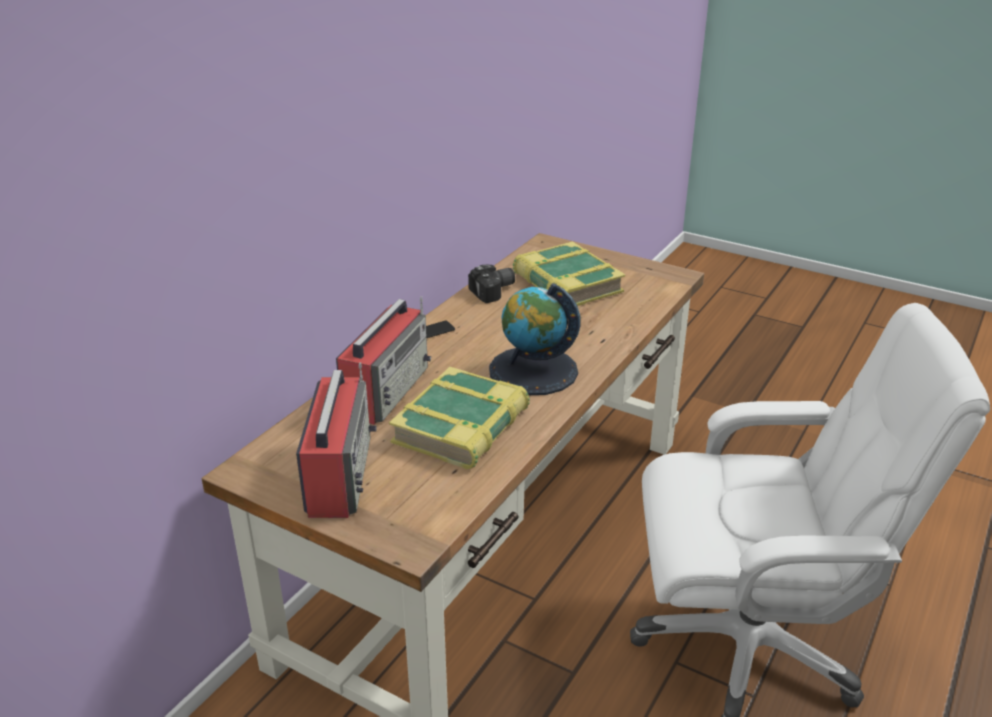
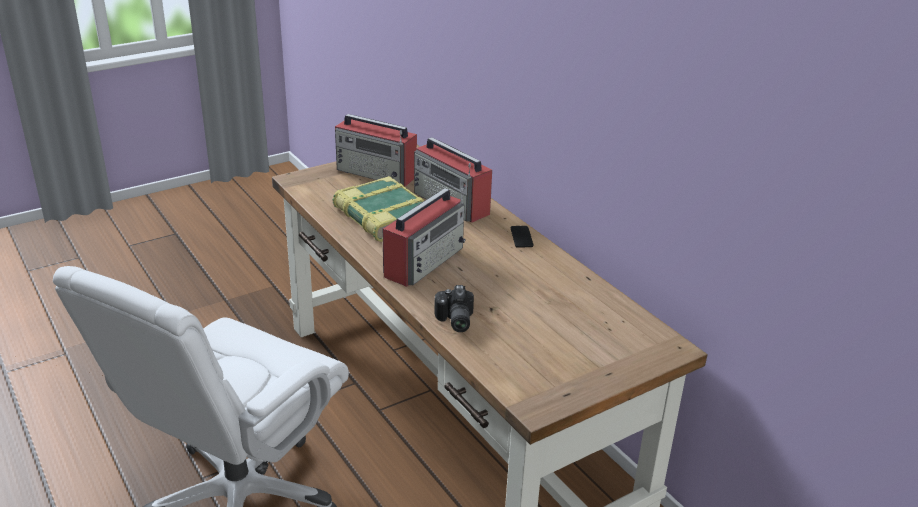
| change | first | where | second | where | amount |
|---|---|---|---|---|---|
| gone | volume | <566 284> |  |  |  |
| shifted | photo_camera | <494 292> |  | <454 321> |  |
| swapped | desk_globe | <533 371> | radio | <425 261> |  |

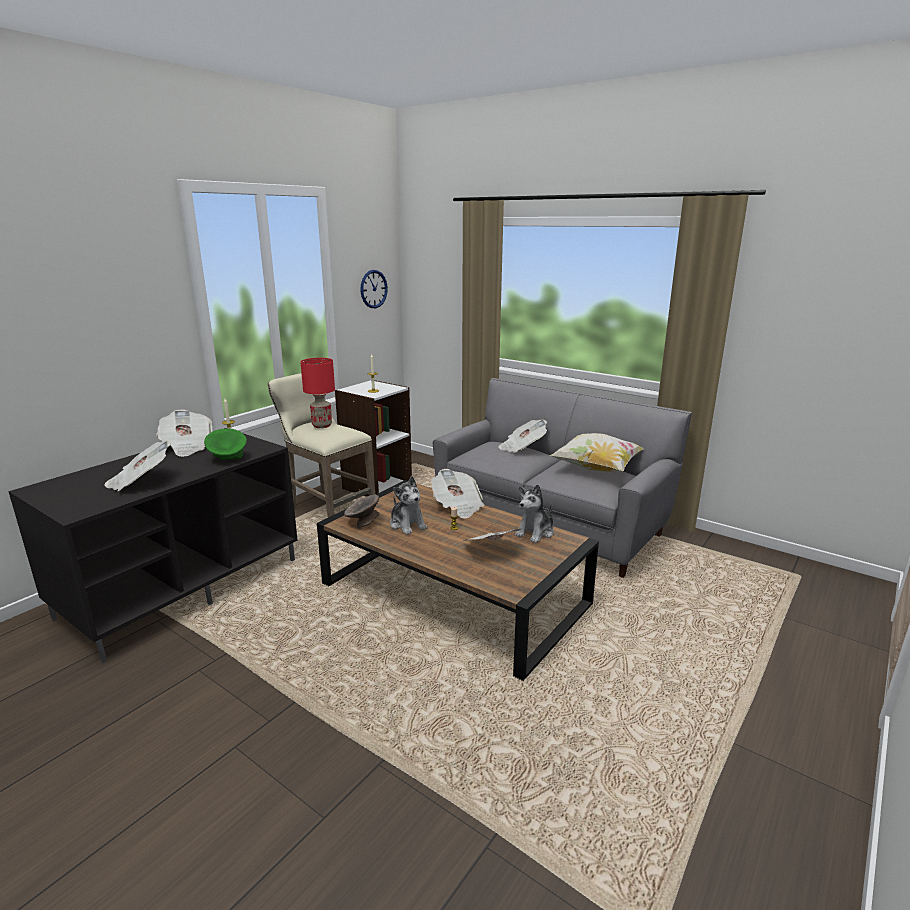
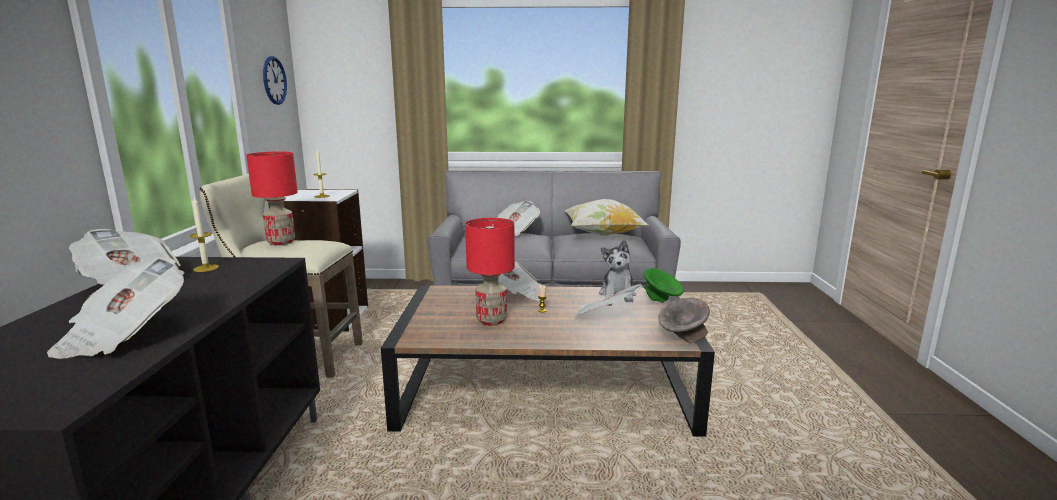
| change | first | where | second | where | amount |
|---|---|---|---|---|---|
| shifted | greenish_serving_bowl | <228 459> |  | <661 301> |  |
| shifted | greyish_serving_bowl | <363 522> |  | <682 337> |  |
| swapped | cuddly_toy | <407 524> | red-coloured_table_lamp | <491 320> |  |

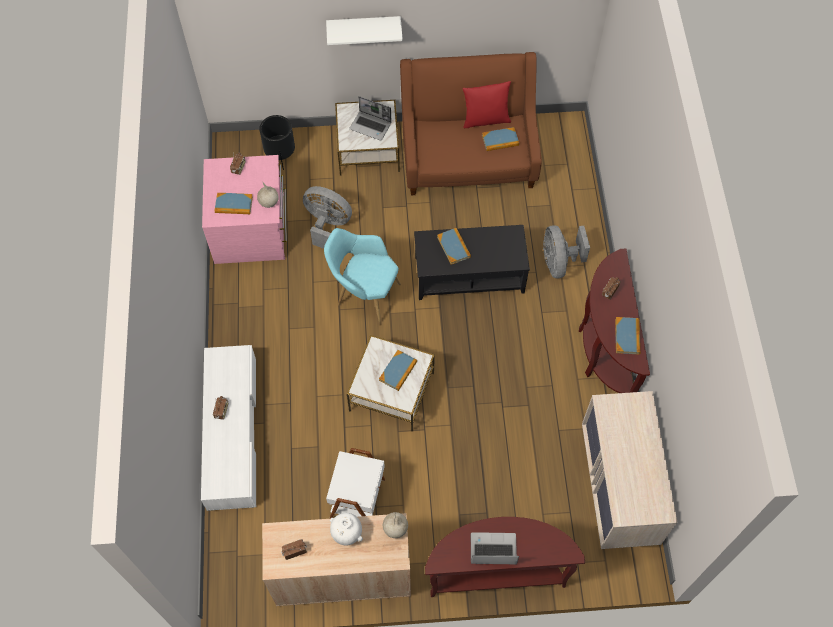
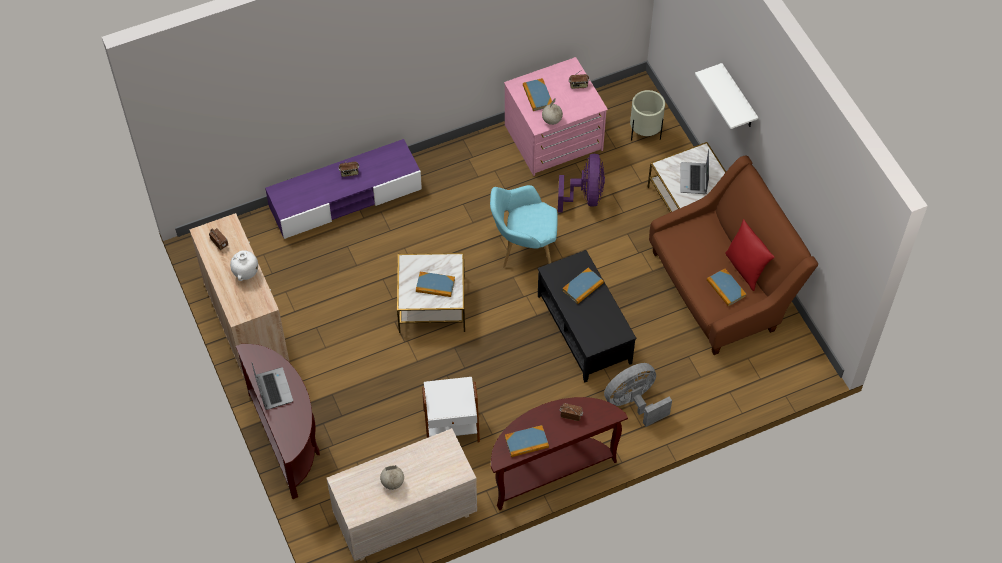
| change | first | where | second | where | amount |
|---|---|---|---|---|---|
| shifted | whitish_side_table | <358 499> |  | <451 427> |  |
| shifted | desk_globe | <395 529> |  | <392 482> |  |
| repainted | whitish_tv_unit | <232 432> | purple-coloured_tv_unit | <345 198> |  |
| repainted | black_planter | <280 156> | beige-coloured_planter | <645 133> |  |
| repainted | greyish_cooling_fan | <328 226> | purple-coloured_cooling_fan | <585 196> |  |
| rotated | turquoise_lounge_chair | <364 294> |  | <524 250> | 90 degrees counterclockwise |

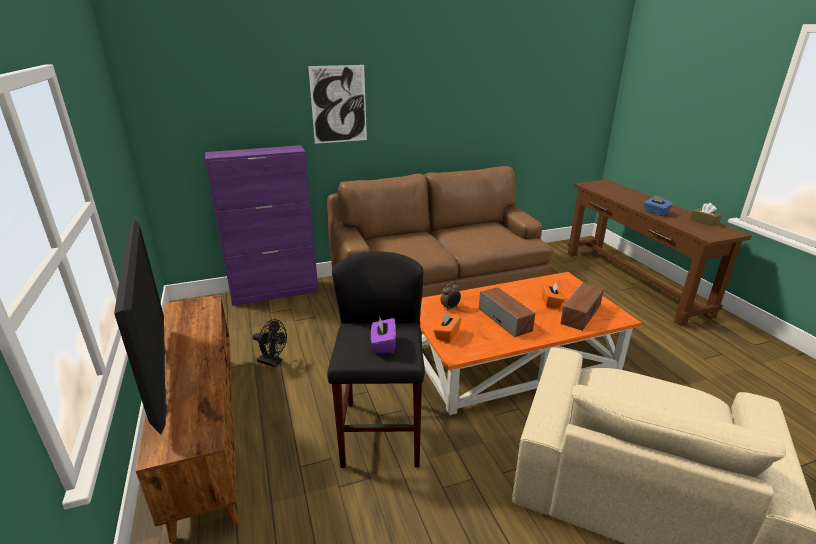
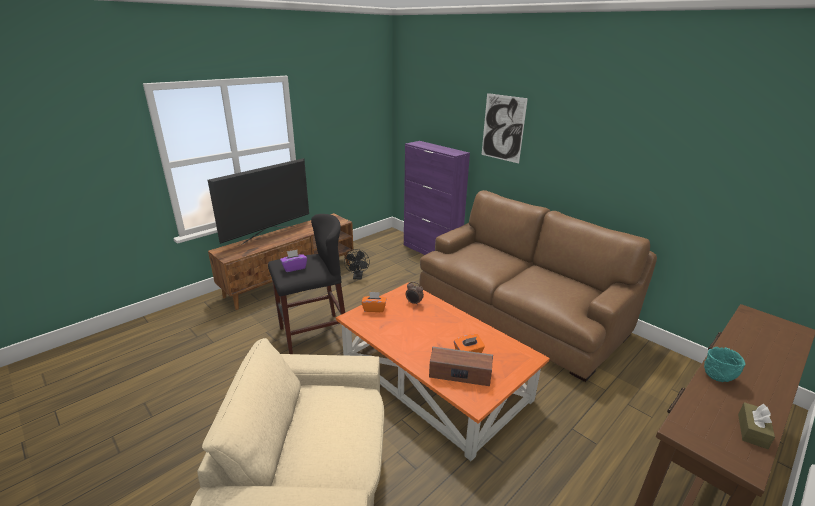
| change | first | where | second | where | amount |
|---|---|---|---|---|---|
| gone | audio_speaker | <505 319> |  |  |  |
| swapped | blue-coloured_tissue_holder | <655 212> | turquoise_serving_bowl | <718 377> |  |

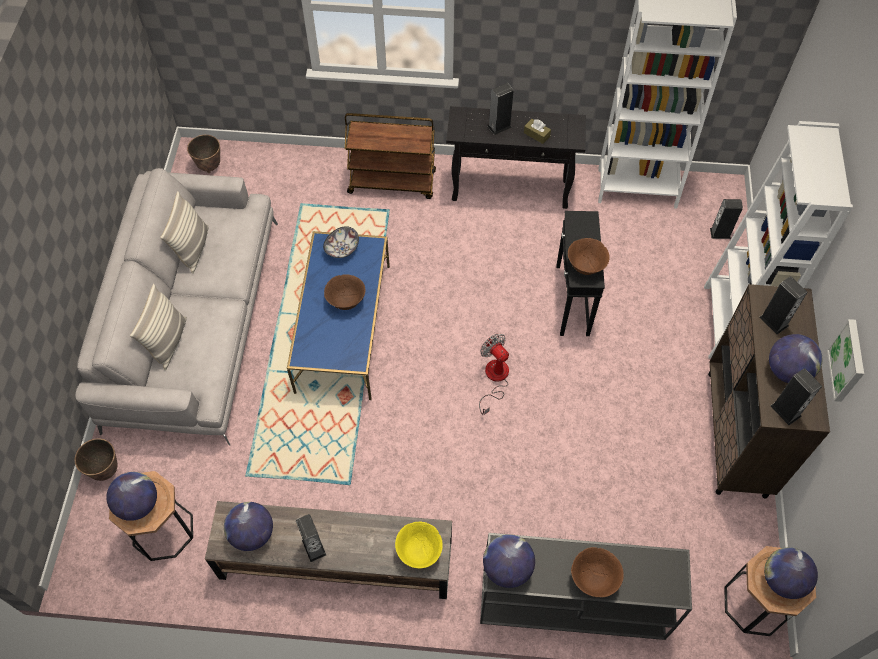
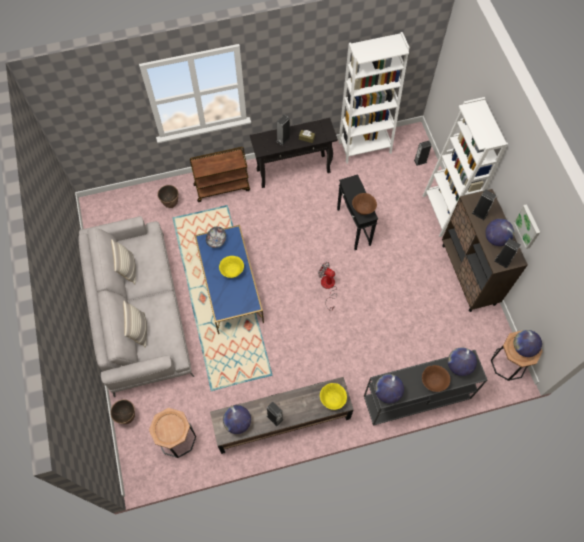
| change | first | where | second | where | amount |
|---|---|---|---|---|---|
| shifted | desk_globe | <138 504> |  | <459 366> |  |
| shifted | planter | <209 166> |  | <170 203> |  |
| repainted | brown-coloured_serving_bowl | <346 301> | yellowish_serving_bowl | <232 271> |  |

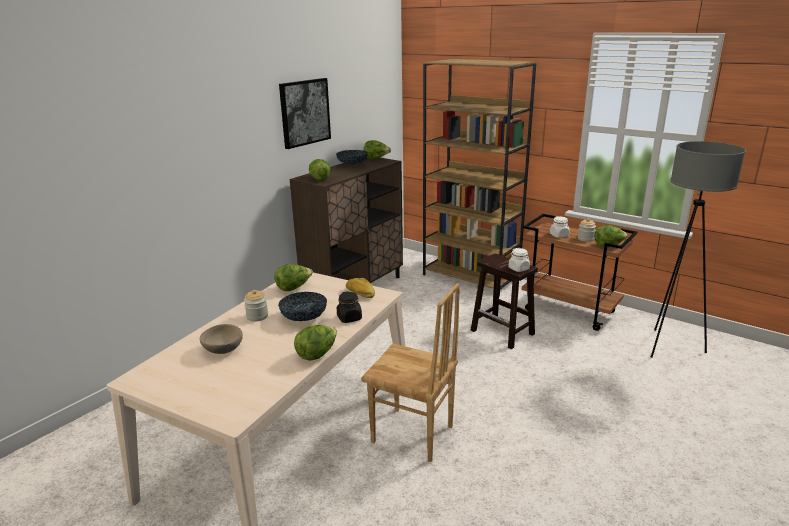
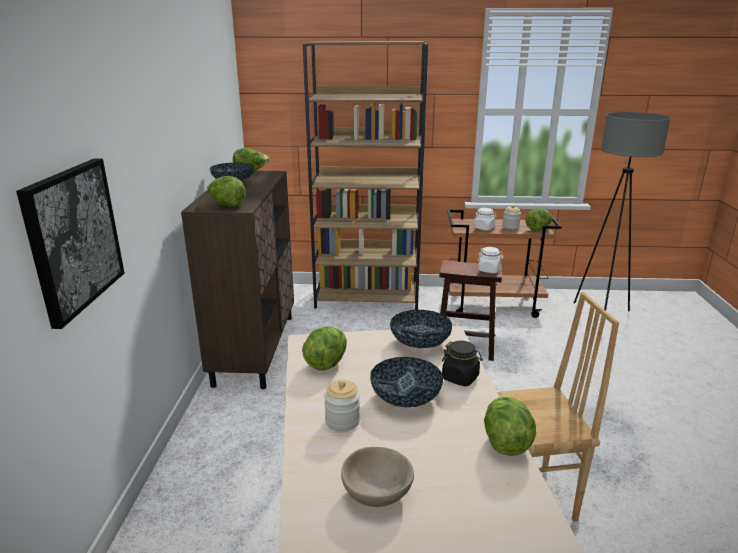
| change | first | where | second | where | amount |
|---|---|---|---|---|---|
| shifted | wall_picture | <304 112> |  | <73 238> |  |
| swapped | bread | <360 294> | serving_bowl | <420 342> |  |

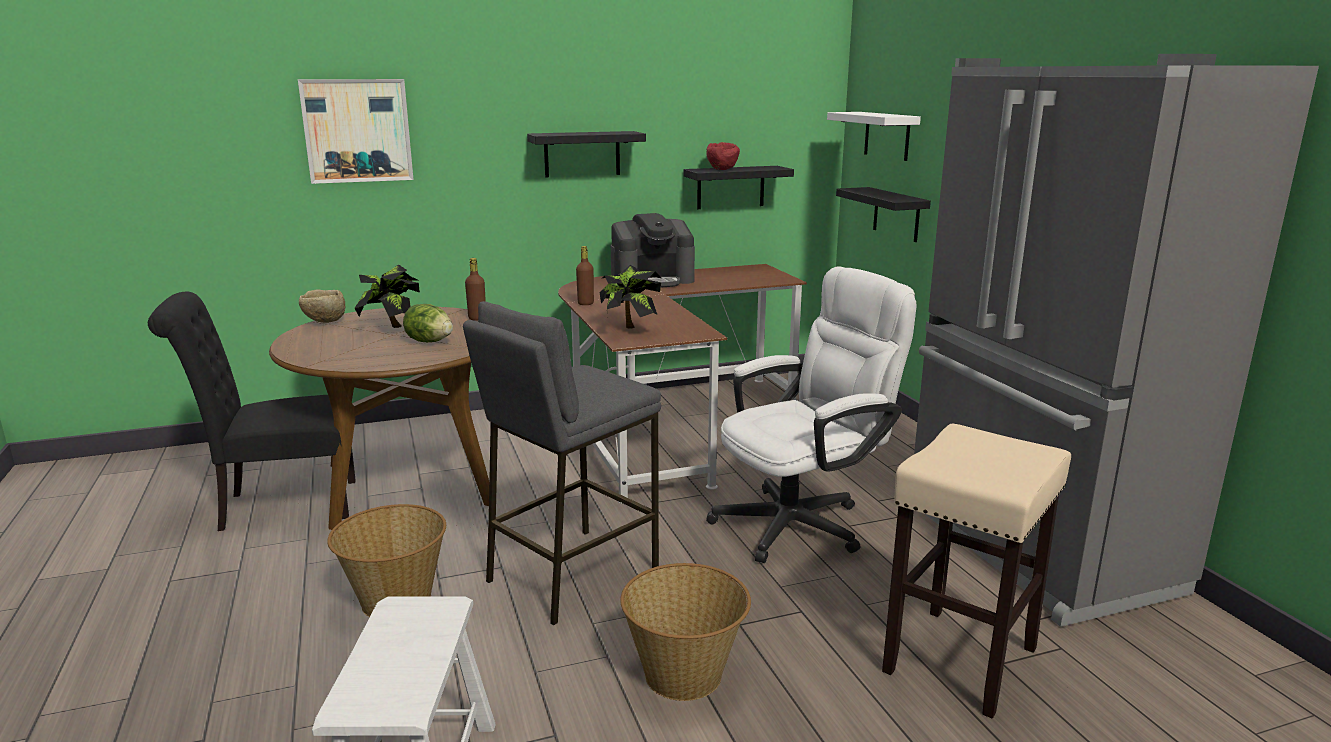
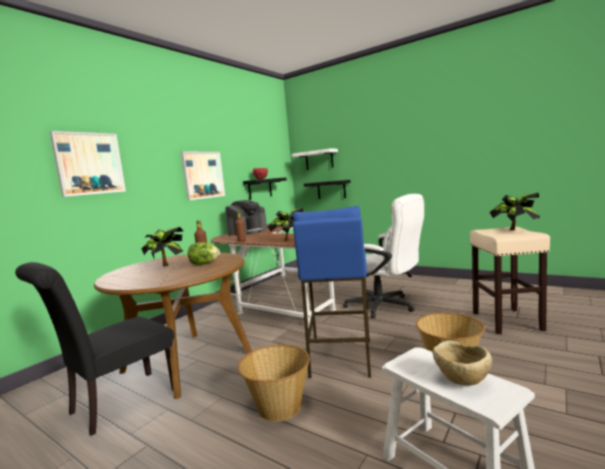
| change | first | where | second | where | amount |
|---|---|---|---|---|---|
| gone | greyish_refrigerator | <1033 549> |  |  |  |
| new |  |  | houseplant | <515 230> |  |
| shifted | beige-coloured_serving_bowl | <325 322> |  | <461 382> |  |
| swapped | black_shelf | <582 154> | wall_picture | <203 175> |  |
| repainted | greyish_sitting_stool | <571 574> | blue-coloured_sitting_stool | <340 358> |  |
| rotated | whitish_office_chair | <802 522> |  | <386 307> | 105 degrees clockwise |

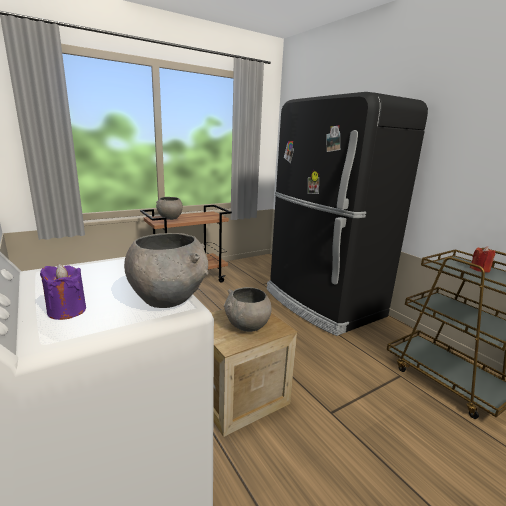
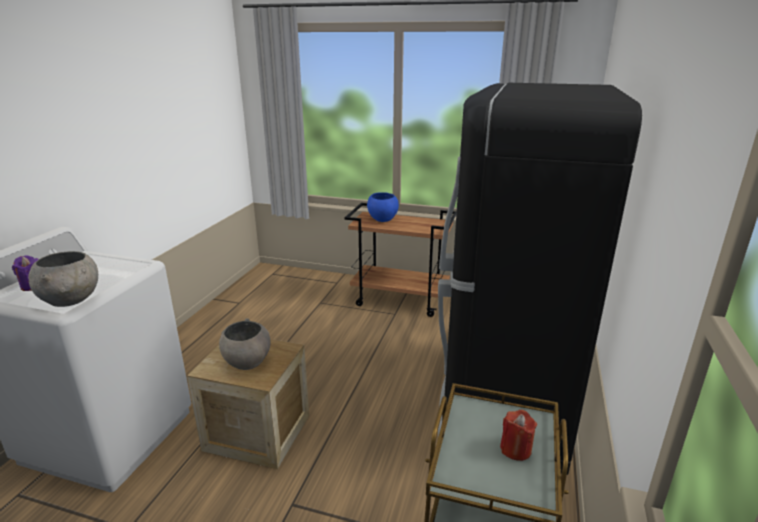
| change | first | where | second | where | amount |
|---|---|---|---|---|---|
| repainted | greyish_serving_bowl | <170 218> | blue-coloured_serving_bowl | <382 219> |  |

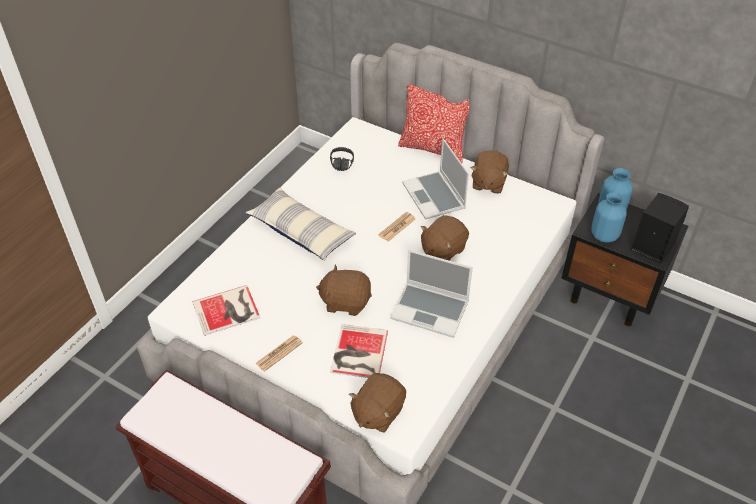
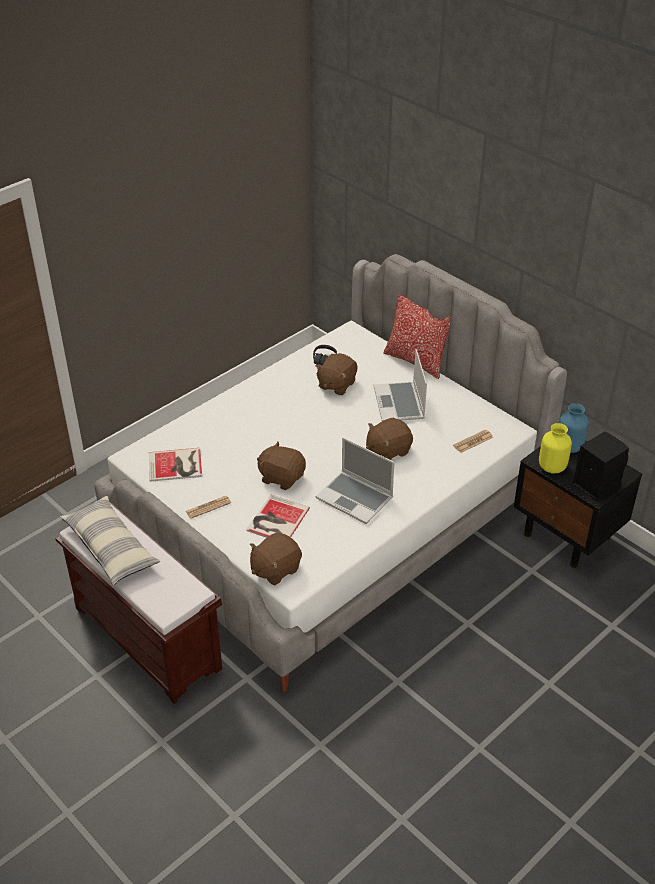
| change | first | where | second | where | amount |
|---|---|---|---|---|---|
| shifted | throw_pillow | <301 231> |  | <111 548> |  |
| shifted | daily_paper | <397 227> |  | <473 441> |  |
| shifted | brown-coloured_cuddly_toy | <488 183> |  | <336 385> |  |
| repainted | blue-coloured_decorative_vase | <604 236> | yellowish_decorative_vase | <552 467> |  |

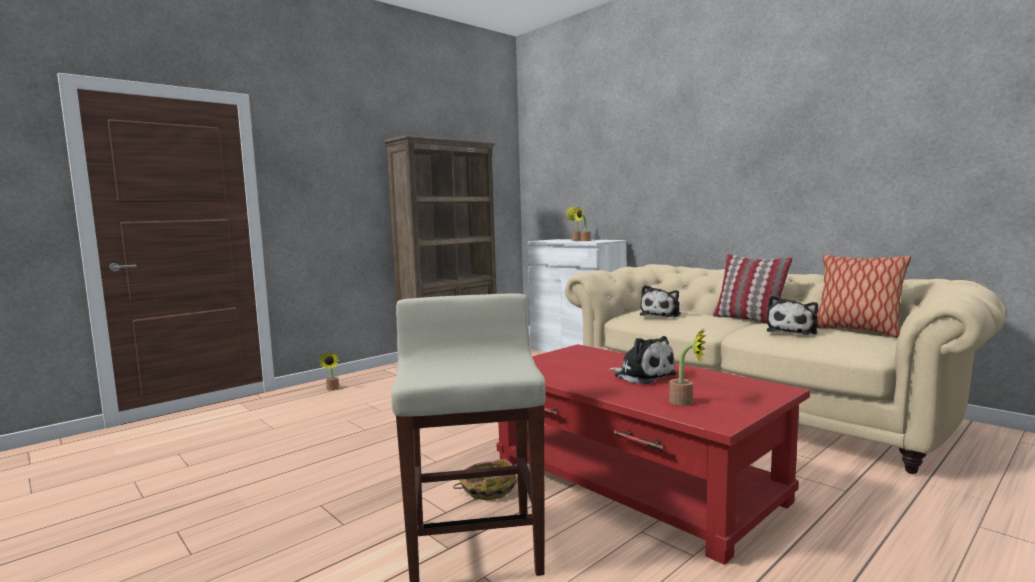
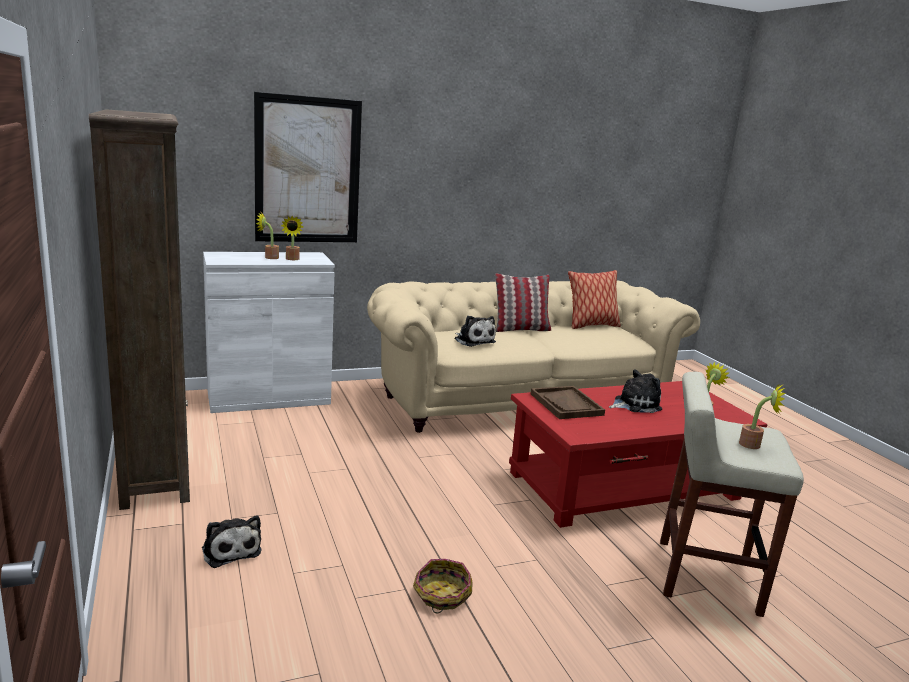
| change | first | where | second | where | amount |
|---|---|---|---|---|---|
| new |  |  | wall_picture | <308 171> |  |
| new |  |  | brown-coloured_tray | <566 404> |  |
| shifted | houseplant | <332 389> |  | <754 445> |  |
| shifted | household_basket | <487 489> |  | <441 595> |  |
| shifted | cuddly_toy | <793 331> |  | <230 550> |  |

